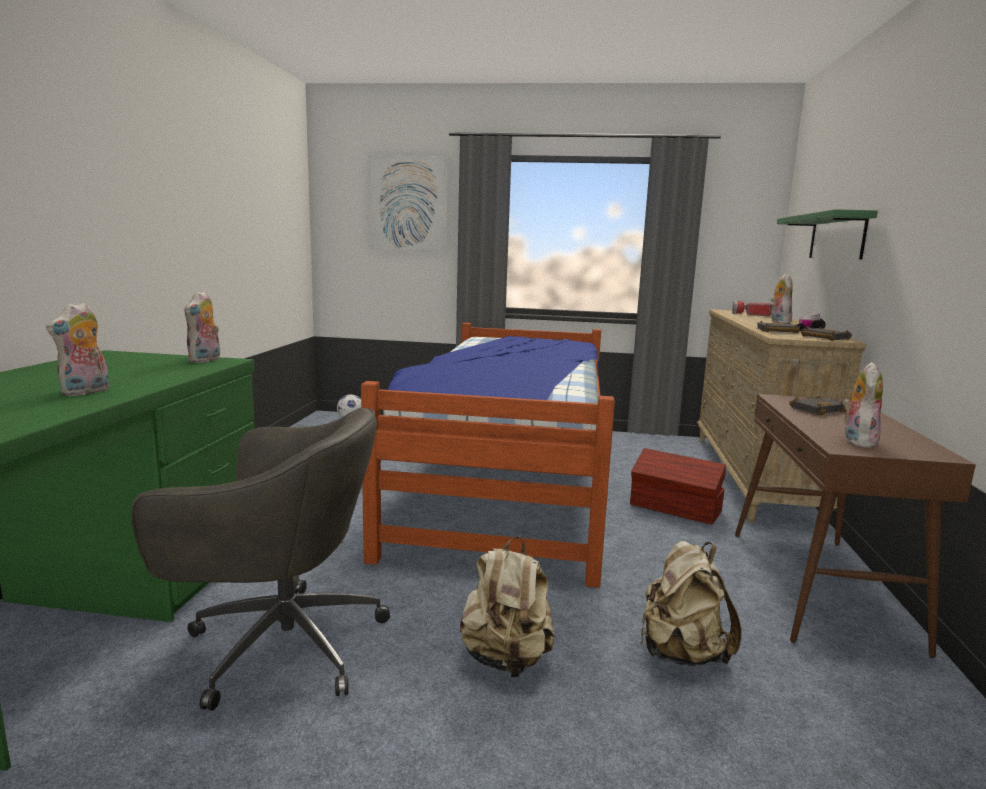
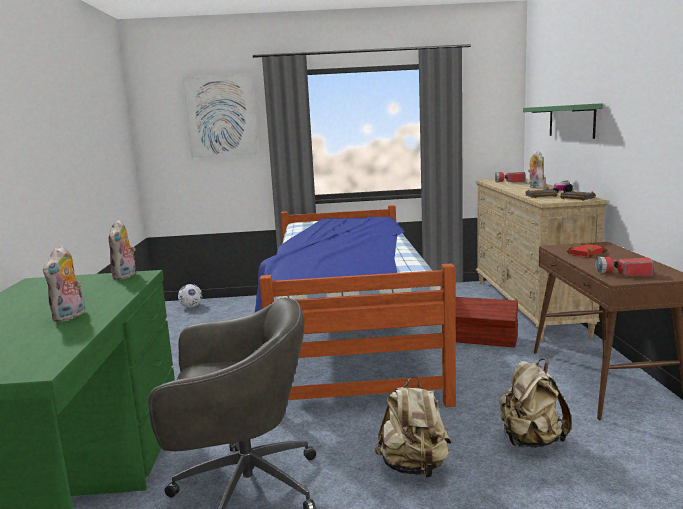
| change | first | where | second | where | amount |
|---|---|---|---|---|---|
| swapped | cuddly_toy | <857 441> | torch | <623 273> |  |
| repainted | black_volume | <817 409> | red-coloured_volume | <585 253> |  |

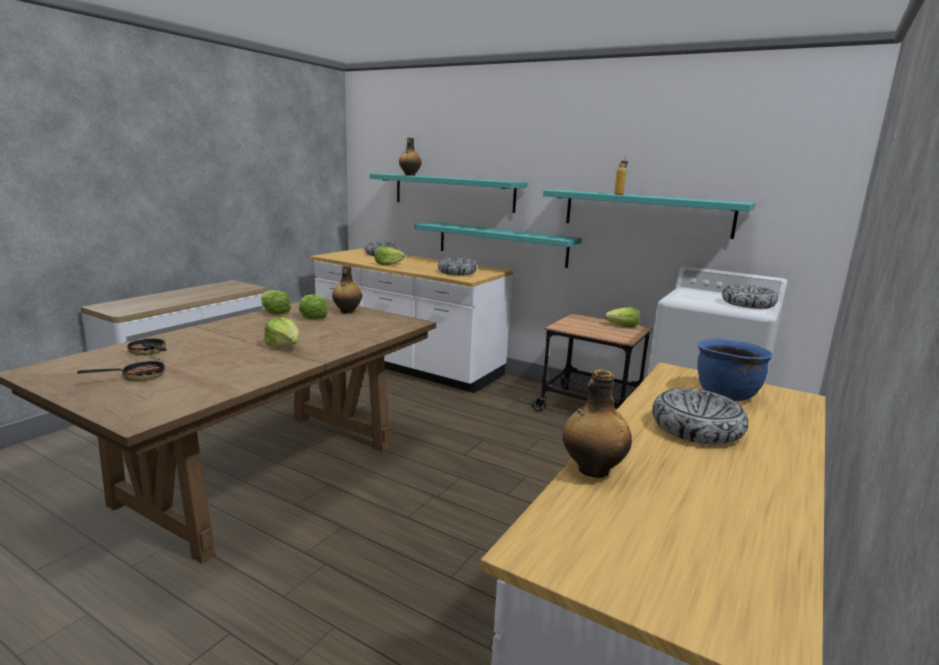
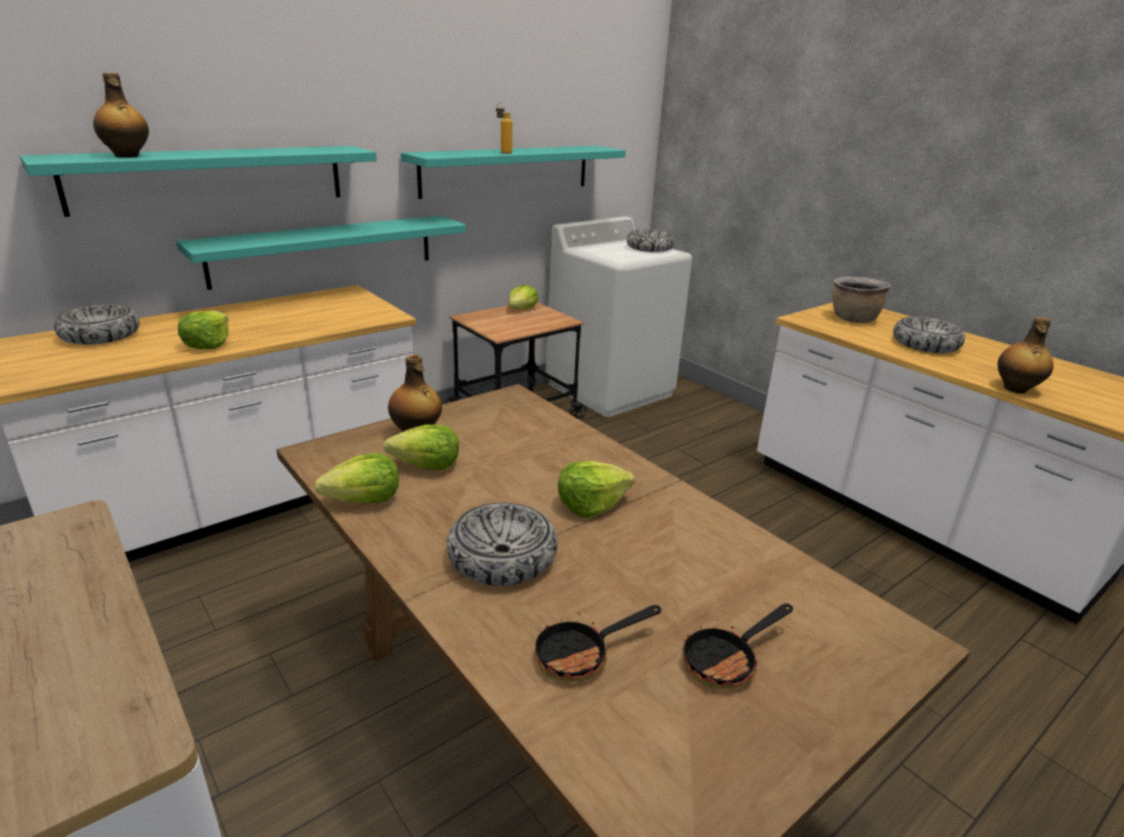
| change | first | where | second | where | amount |
|---|---|---|---|---|---|
| shifted | serving_bowl | <457 272> |  | <502 556> |  |
| repainted | blue-coloured_stockpot | <725 394> | brown-coloured_stockpot | <853 319> |  |
| rotated | skillet | <136 377> |  | <727 661> | 105 degrees counterclockwise |

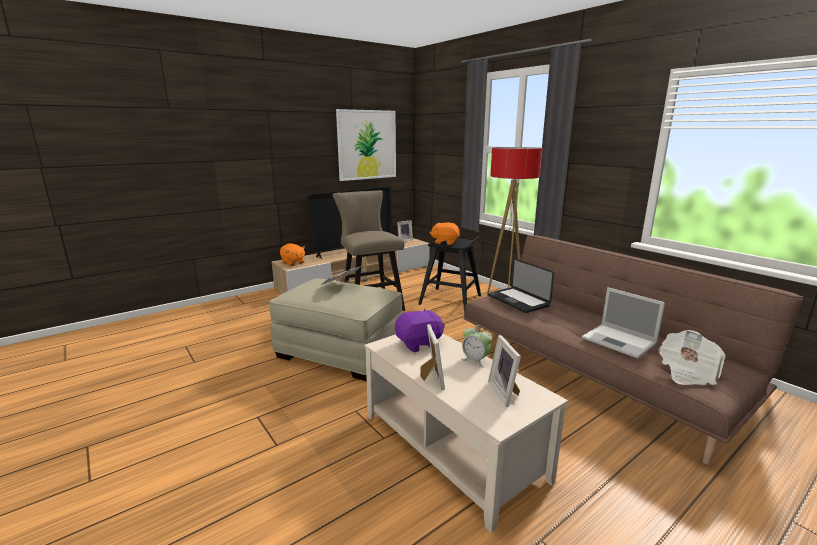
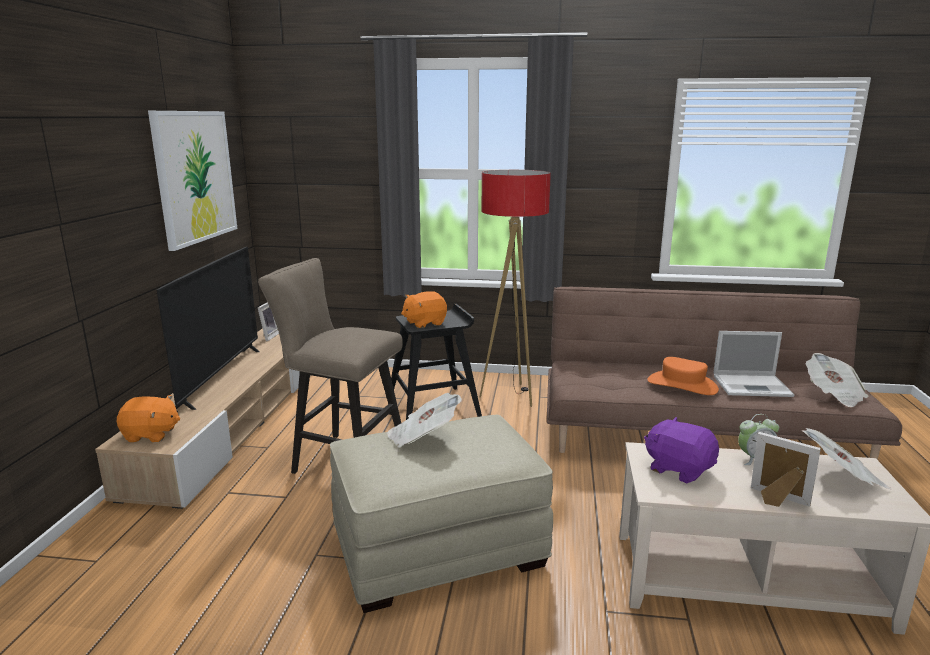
| change | first | where | second | where | amount |
|---|---|---|---|---|---|
| gone | portable_computer | <518 301> |  |  |  |
| new |  |  | orange-coloured_wearable_hat | <682 385> |  |
| swapped | picture_frame | <505 393> | daily_paper | <841 478> |  |
| rotated | purple-coloured_cuddly_toy | <419 344> |  | <679 469> | 75 degrees counterclockwise |

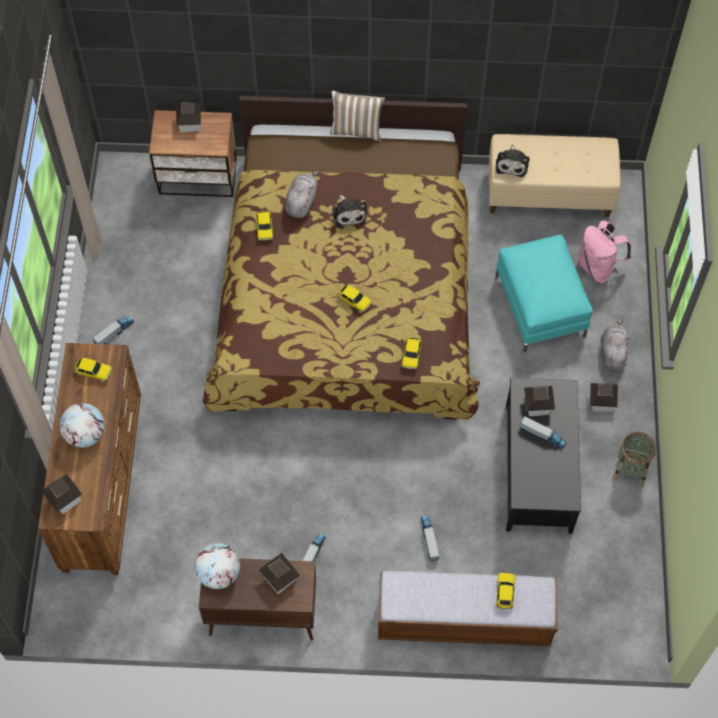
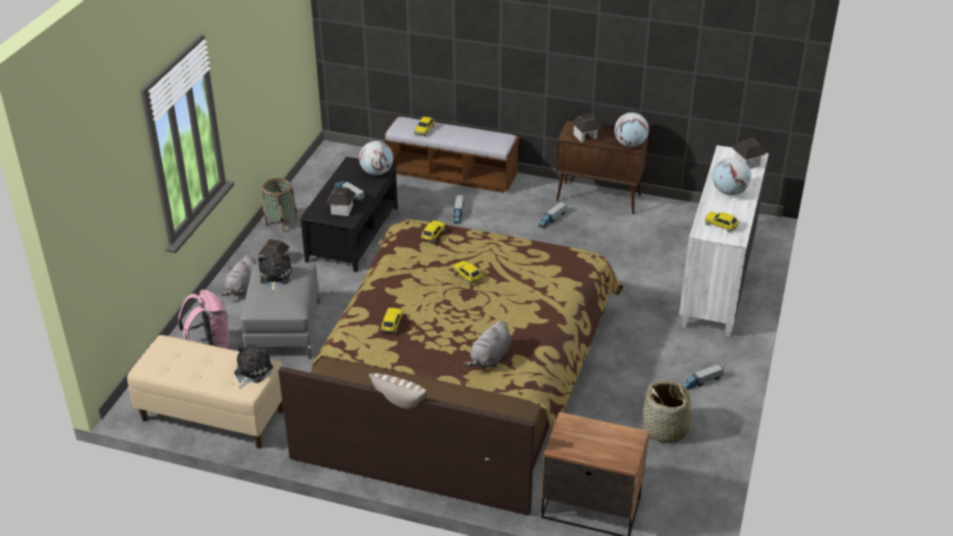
| change | first | where | second | where | amount |
|---|---|---|---|---|---|
| gone | model_house | <189 123> |  |  |  |
| new |  |  | desk_globe | <376 172> |  |
| new |  |  | household_basket | <665 429> |  |
| shifted | miniature_car | <264 228> |  | <392 324> |  |
| shifted | cuddly_toy | <349 213> |  | <275 278> |  |
| repainted | brown-coloured_dresser | <104 485> | whitish_dresser | <717 282> |  |
| repainted | turquoise_ottoman | <540 305> | greyish_ottoman | <284 329> |  |

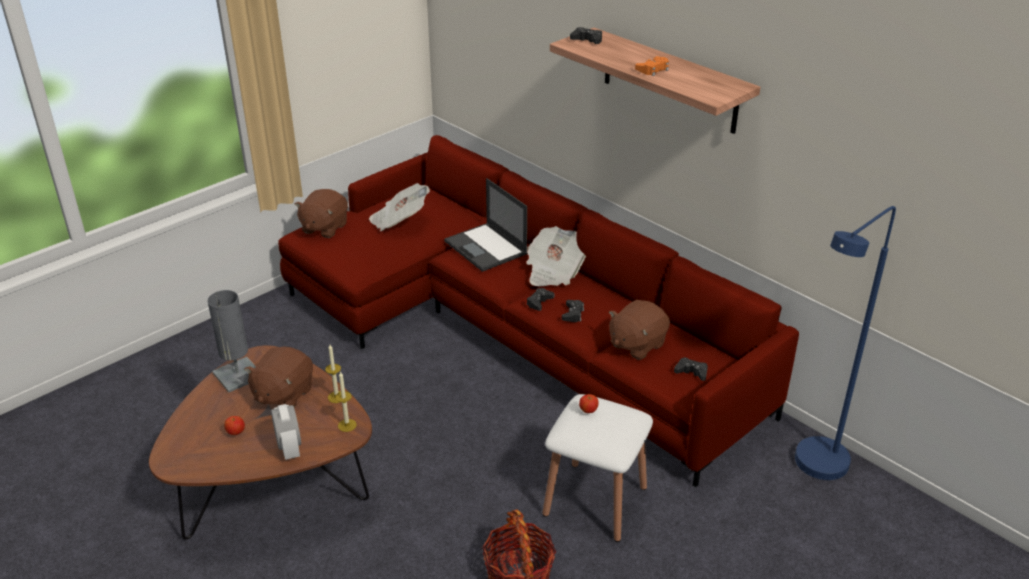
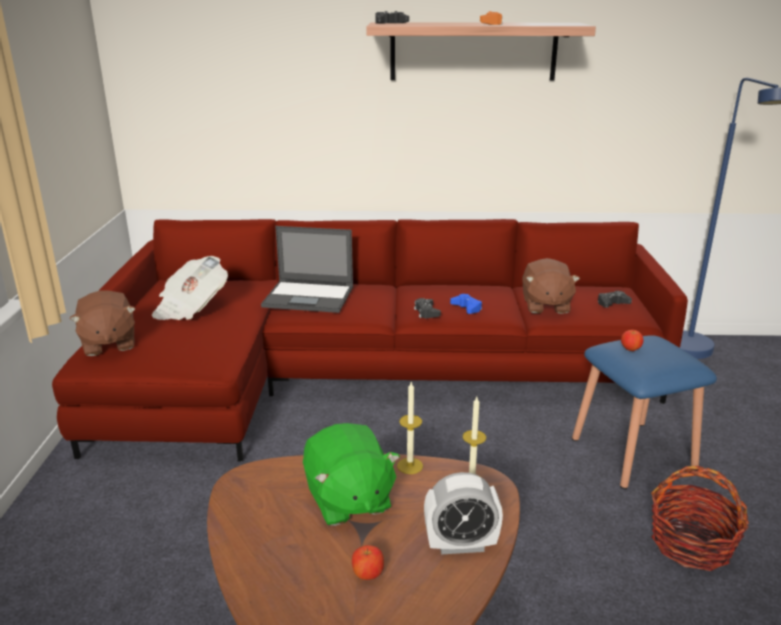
| change | first | where | second | where | amount |
|---|---|---|---|---|---|
| gone | greyish_table_lamp | <238 375> |  |  |  |
| gone | daily_paper | <554 271> |  |  |  |
| repainted | brown-coloured_cuddly_toy | <283 394> | greenish_cuddly_toy | <348 500> |  |
| repainted | whitish_sitting_stool | <595 500> | blue-coloured_sitting_stool | <633 453> |  |
| repainted | black_game_controller | <573 314> | blue-coloured_game_controller | <466 308> |  |
| rotated | alarm_clock | <289 448> |  | <460 545> | 150 degrees clockwise |

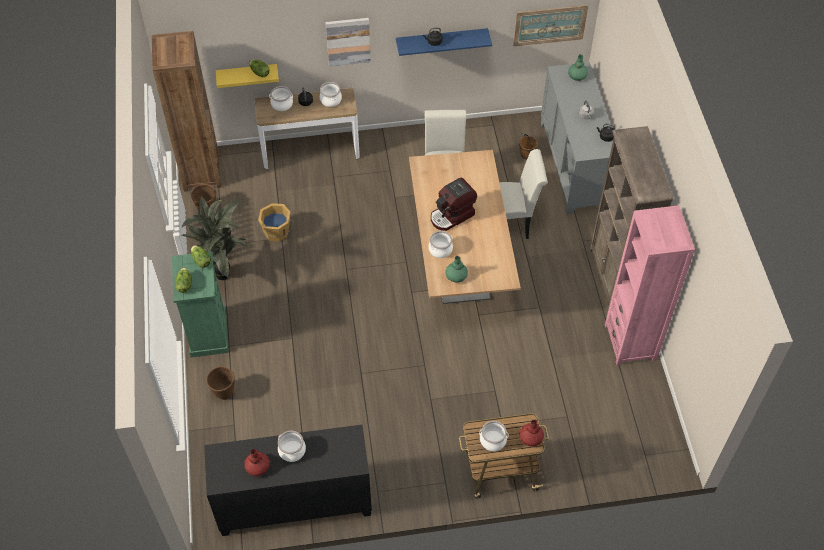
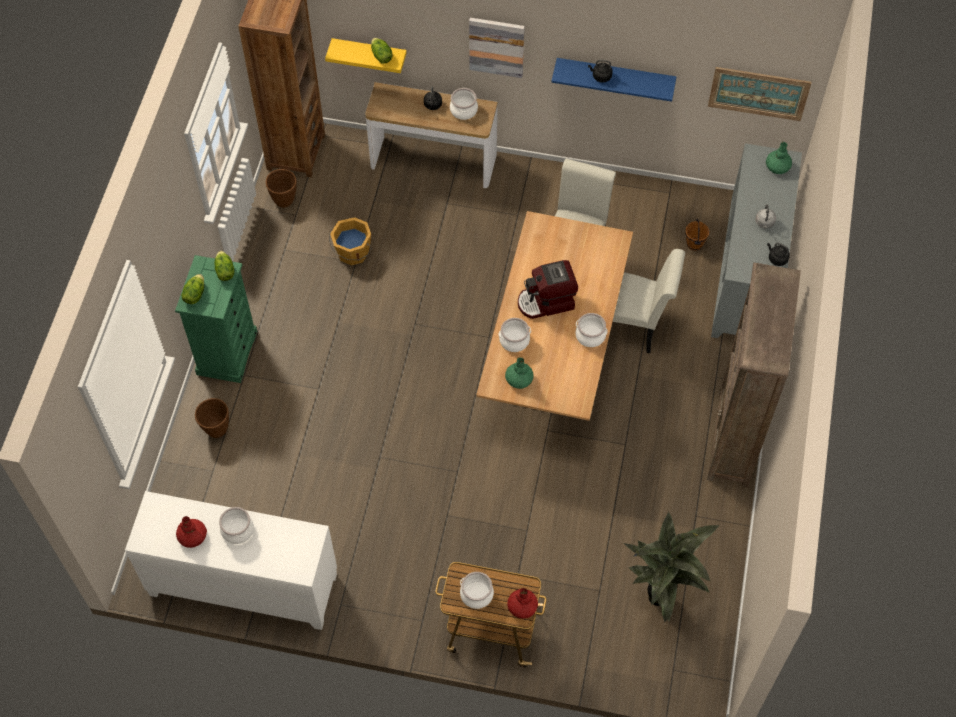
| change | first | where | second | where | amount |
|---|---|---|---|---|---|
| gone | pink-coloured_bookshelf | <630 342> |  |  |  |
| shifted | houseplant | <225 276> |  | <661 600> |  |
| shifted | stockpot | <282 104> |  | <590 336> |  |
| repainted | black_cabinet | <294 503> | whitish_cabinet | <243 585> |  |

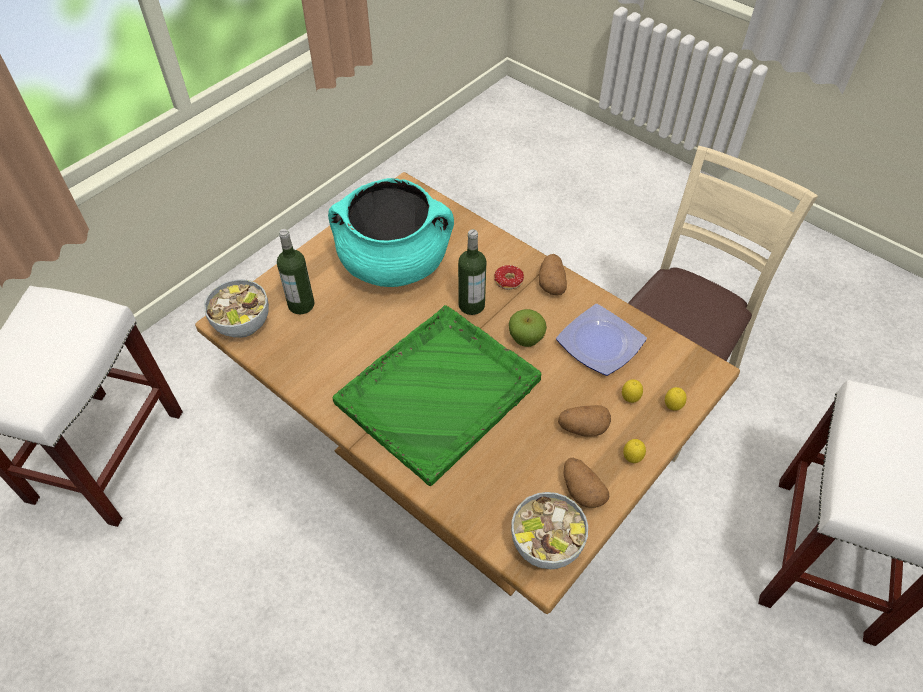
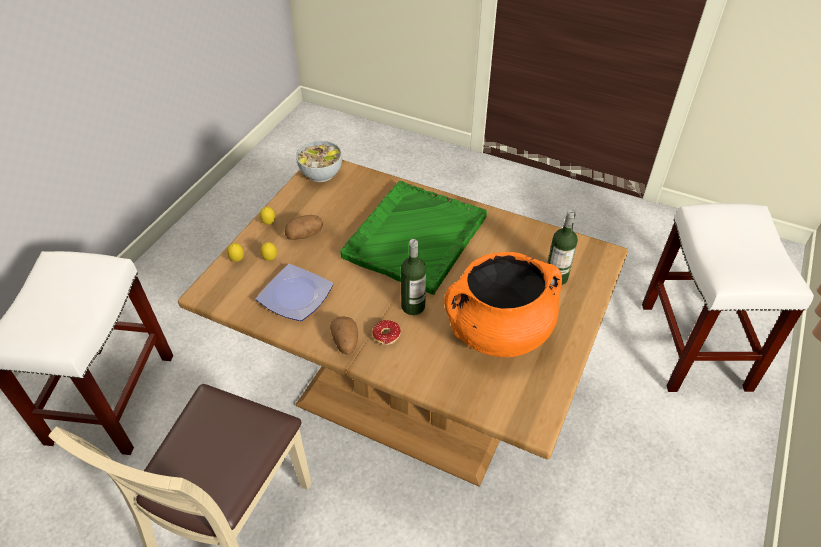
| change | first | where | second | where | amount |
|---|---|---|---|---|---|
| gone | serving_bowl | <243 324> |  |  |  |
| gone | whole_apple | <526 339> |  |  |  |
| gone | potato | <581 490> |  |  |  |
| repainted | turquoise_stockpot | <395 263> | orange-coloured_stockpot | <498 331> |  |

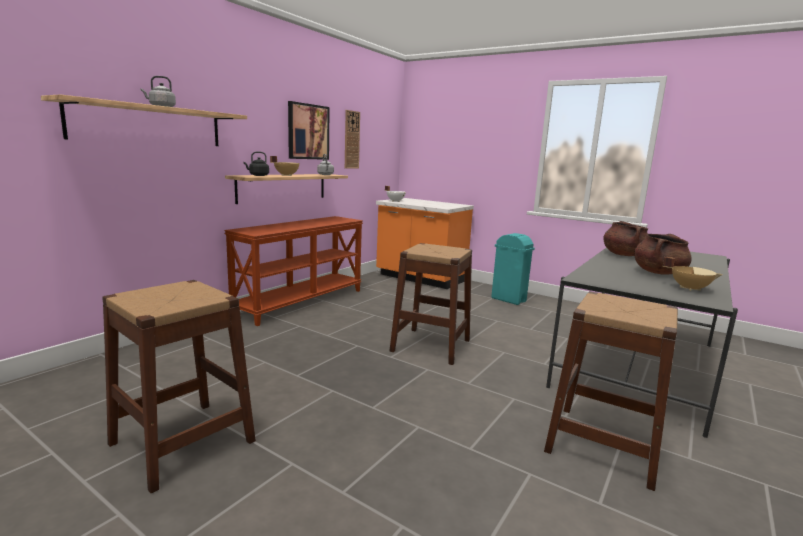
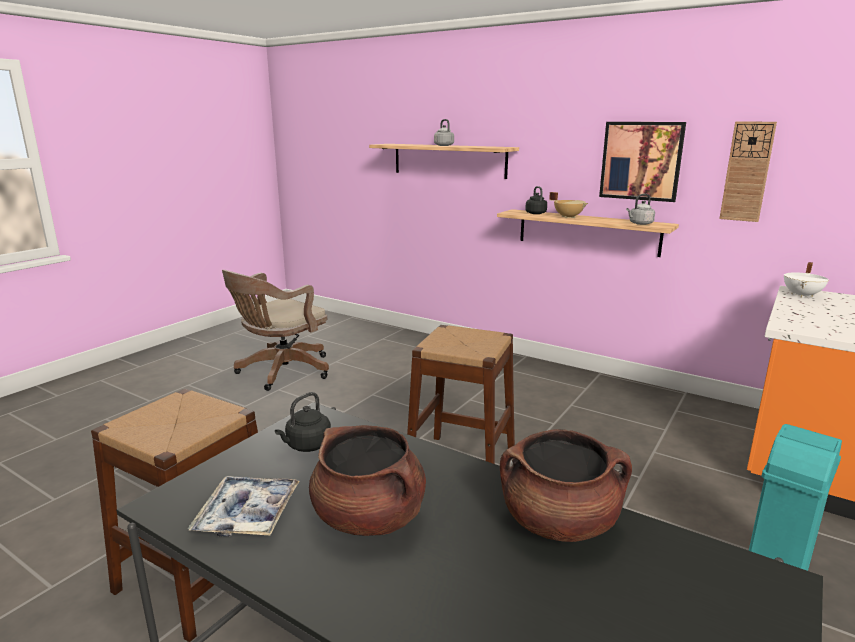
| change | first | where | second | where | amount |
|---|---|---|---|---|---|
| gone | brown-coloured_hall_table | <301 302> |  |  |  |
| new |  |  | black_water_kettle | <306 446> |  |
| swapped | brown-coloured_sitting_stool | <182 442> | brown-coloured_office_chair | <281 372> |  |
| swapped | beige-coloured_stockpot | <689 288> | tray | <247 514> |  |

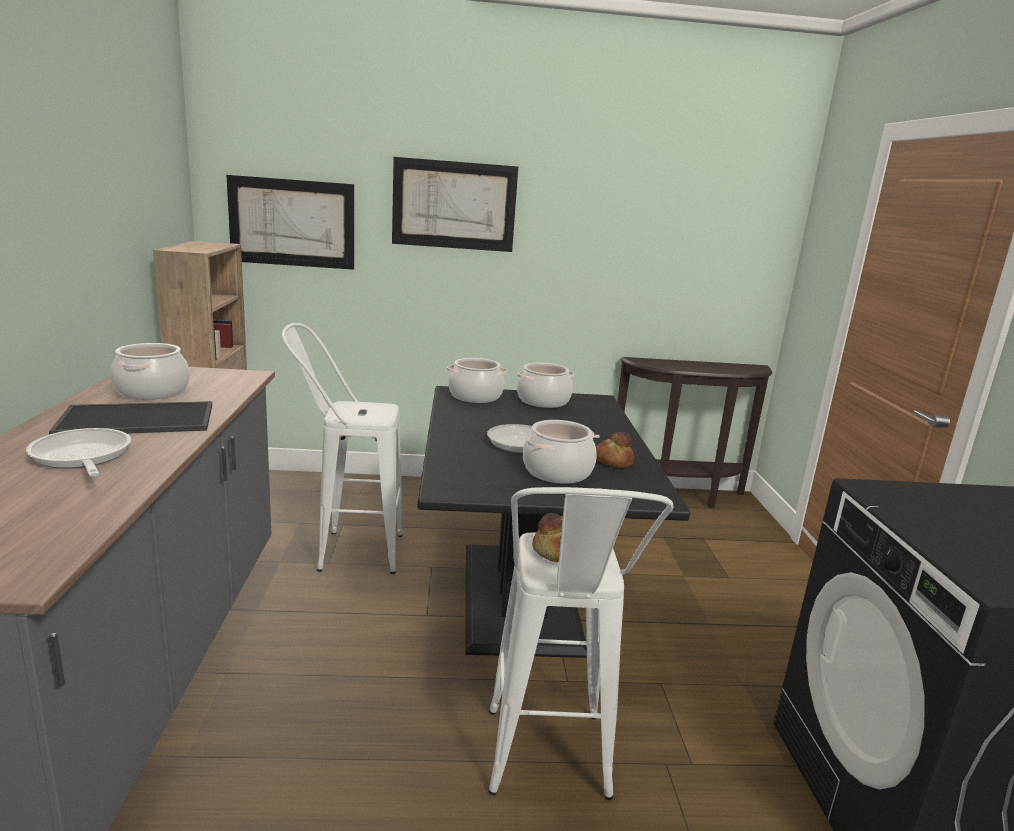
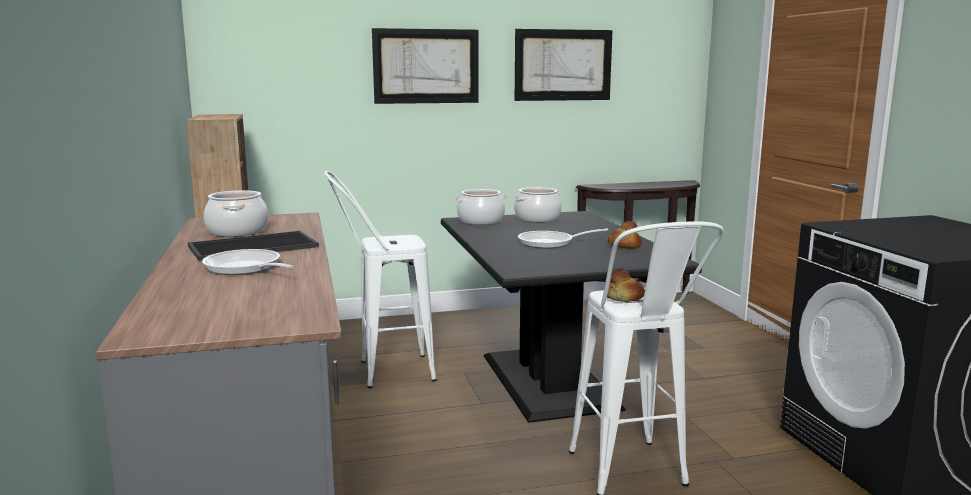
| change | first | where | second | where | amount |
|---|---|---|---|---|---|
| gone | stockpot | <557 471> |  |  |  |
| shifted | wall_picture | <292 223> |  | <563 65> |  |

